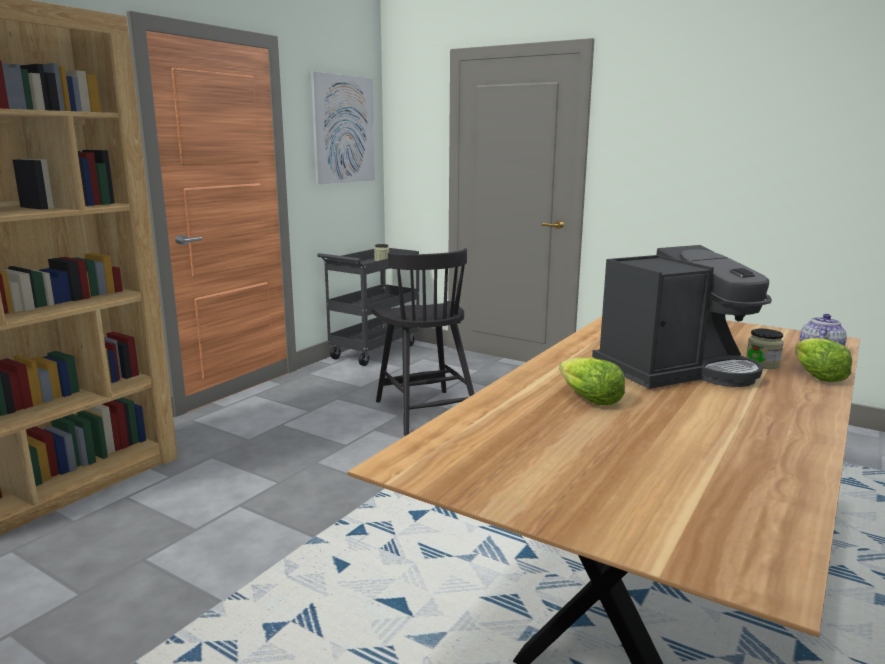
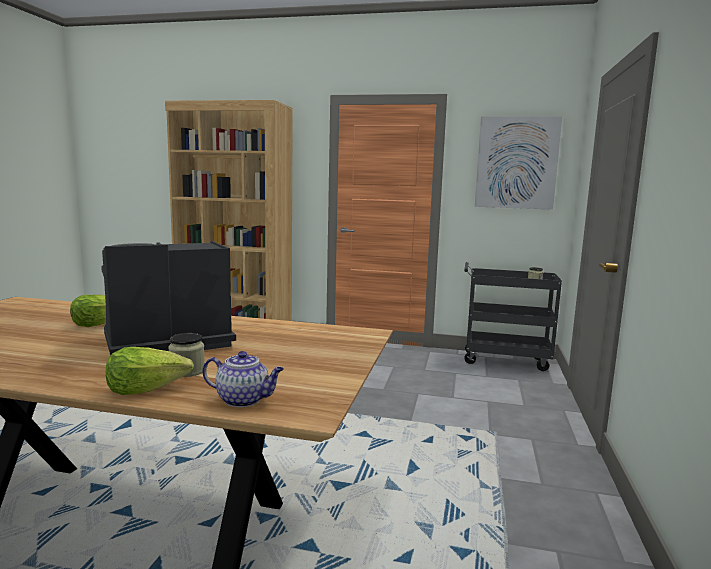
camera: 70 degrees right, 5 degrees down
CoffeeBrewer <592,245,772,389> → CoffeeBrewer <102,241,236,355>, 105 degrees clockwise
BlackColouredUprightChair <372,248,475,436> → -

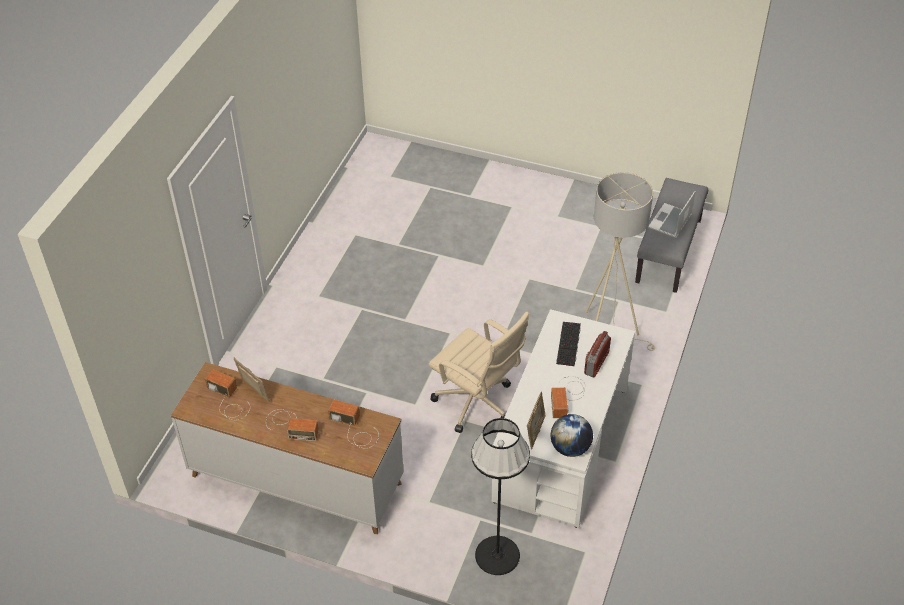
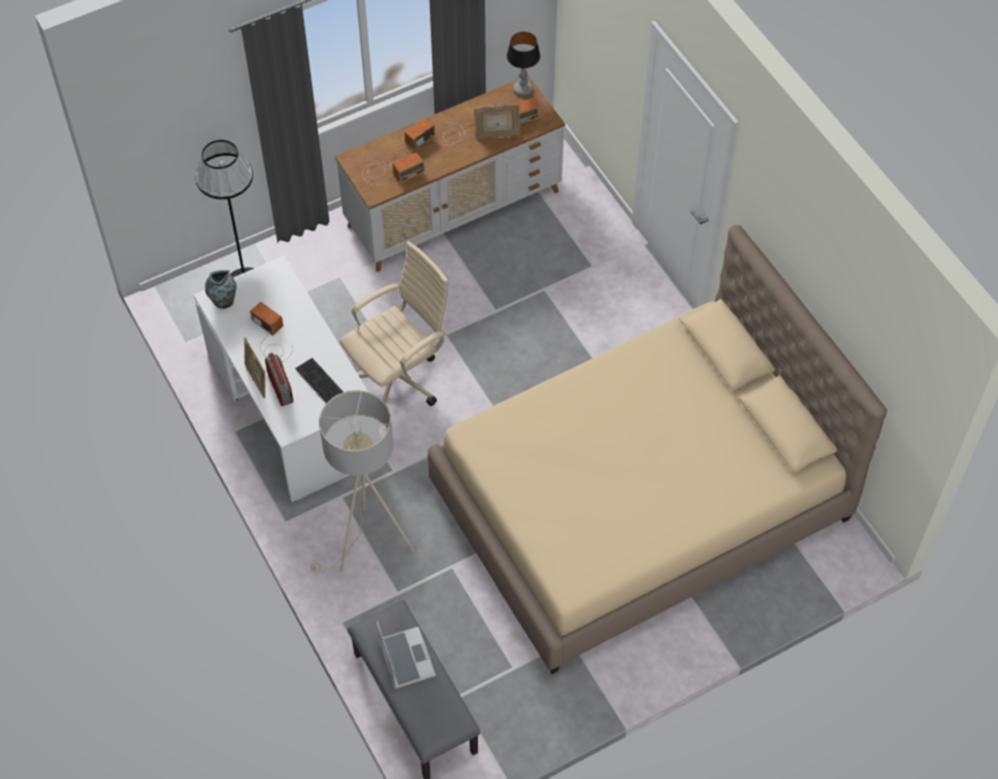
camera: 130 degrees right, 10 degrees up
Globe <551,414,593,457> → FlowerVase <205,270,236,309>
StandingFrame <527,391,546,449> → StandingFrame <244,338,265,399>, shifted
SandColouredOfficeChair <429,312,529,433> → SandColouredOfficeChair <340,241,449,406>, 150 degrees clockwise
- → SandColouredBedroomBed <428,225,887,674>
- → TabletopLamp <507,32,540,96>

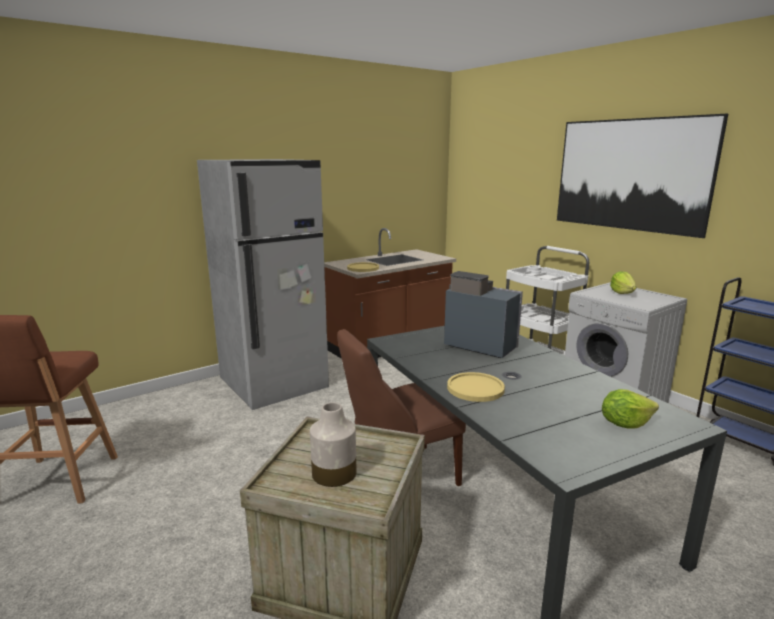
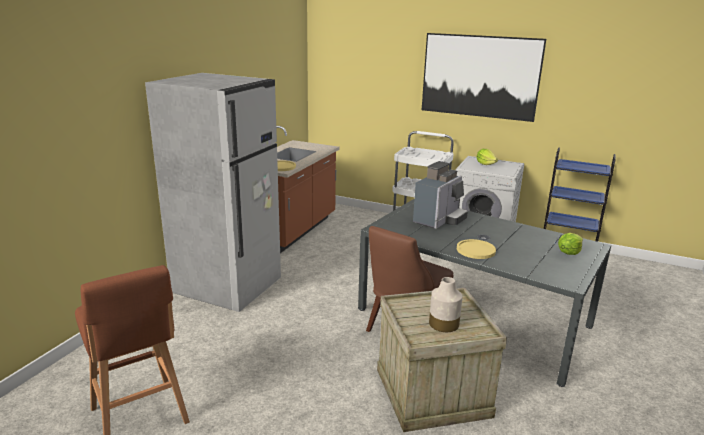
camera: 30 degrees left, 5 degrees up
CoffeeBrewer <444,271,523,358> → CoffeeBrewer <413,161,468,229>, 120 degrees clockwise

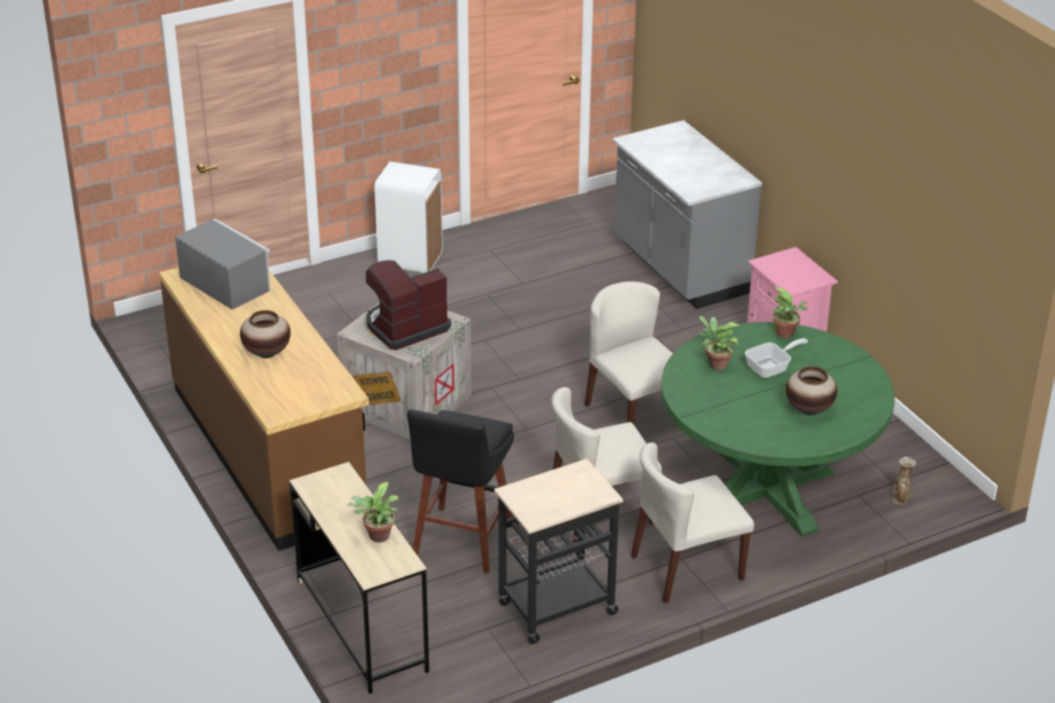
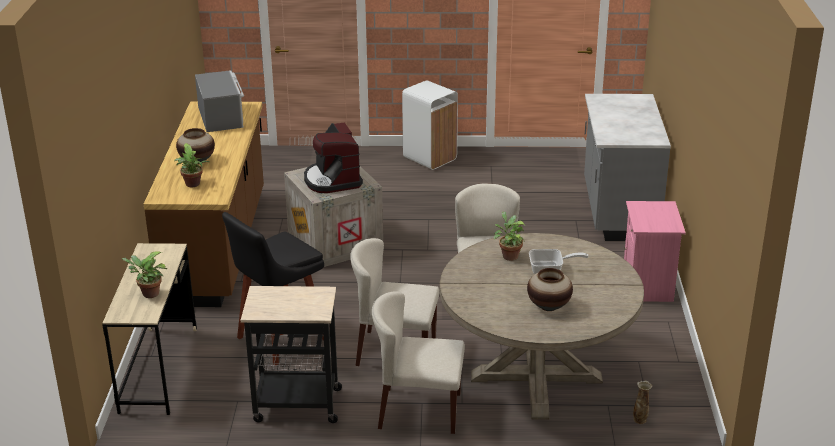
camera: 30 degrees right, 5 degrees down
PlantInAPot <772,287,808,338> → PlantInAPot <174,143,209,187>, shifted
CoffeeBrewer <366,260,451,350> → CoffeeBrewer <304,122,363,193>, 105 degrees counterclockwise
GreenishKitchenTable <661,322,895,537> → SandColouredKitchenTable <440,233,644,420>

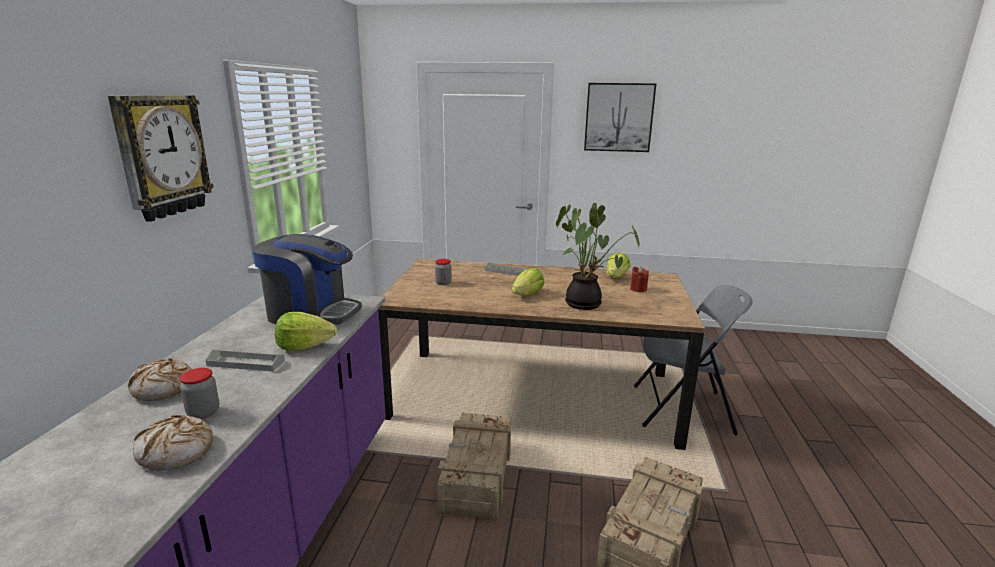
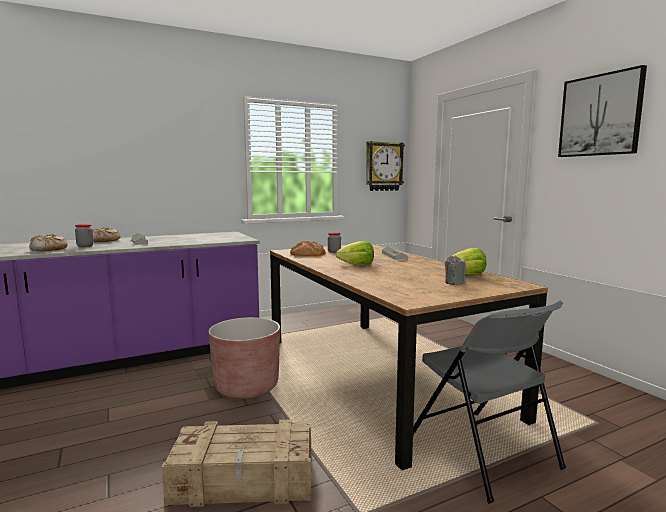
camera: 55 degrees right, 10 degrees down
ShippingCrate <437,413,511,522> → BrownPlanter <208,317,280,399>
- → BakedBread <290,241,325,256>
WallClock <108,95,214,222> → WallClock <366,141,405,191>, shifted
ReddishWaxLight <630,267,649,292> → GrayWaxLight <445,256,466,285>
CoffeeBrewer <252,234,362,325> → -
LettuceHead <275,312,337,350> → -
PlantInAPot <556,203,640,310> → -

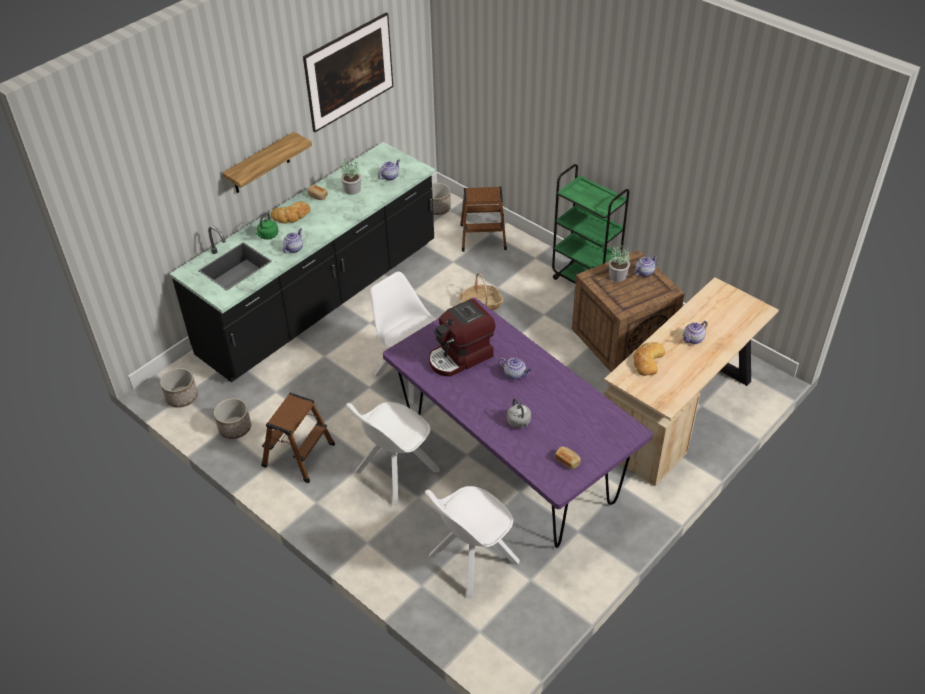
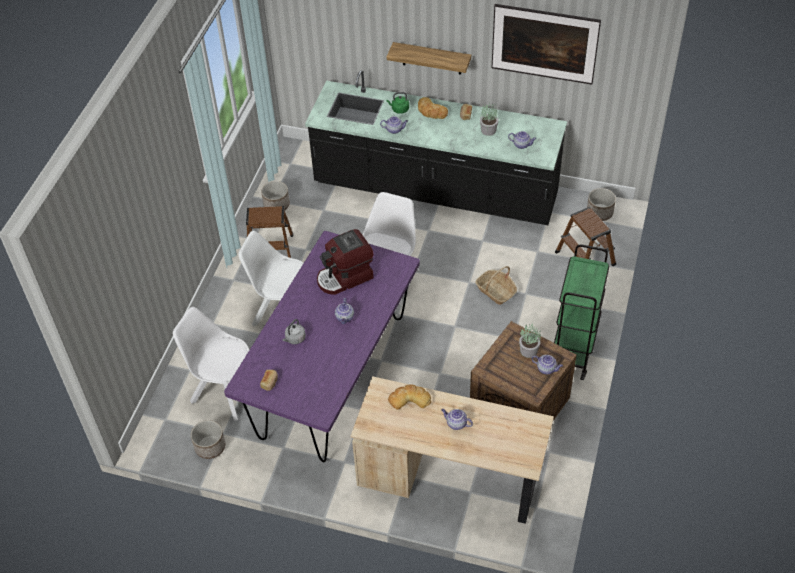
camera: 65 degrees right, 5 degrees up
Planter <160,368,198,408> → Planter <191,420,225,459>, shifted
CoffeeBrewer <429,299,495,376> → CoffeeBrewer <317,229,374,295>, 60 degrees counterclockwise

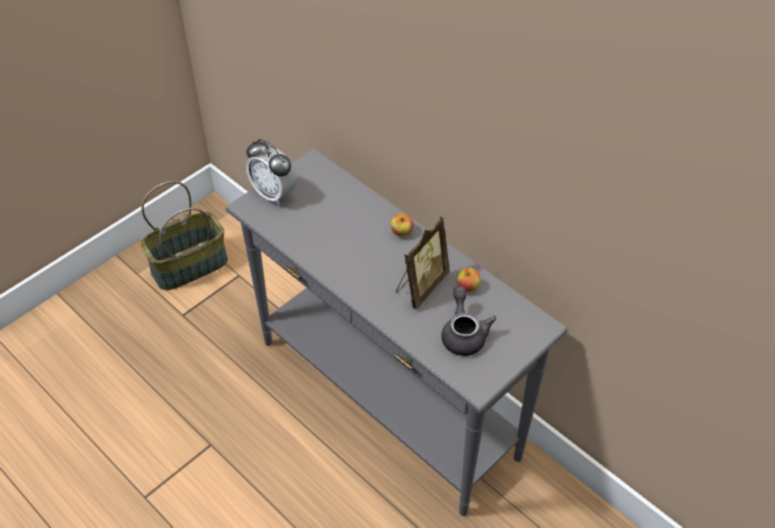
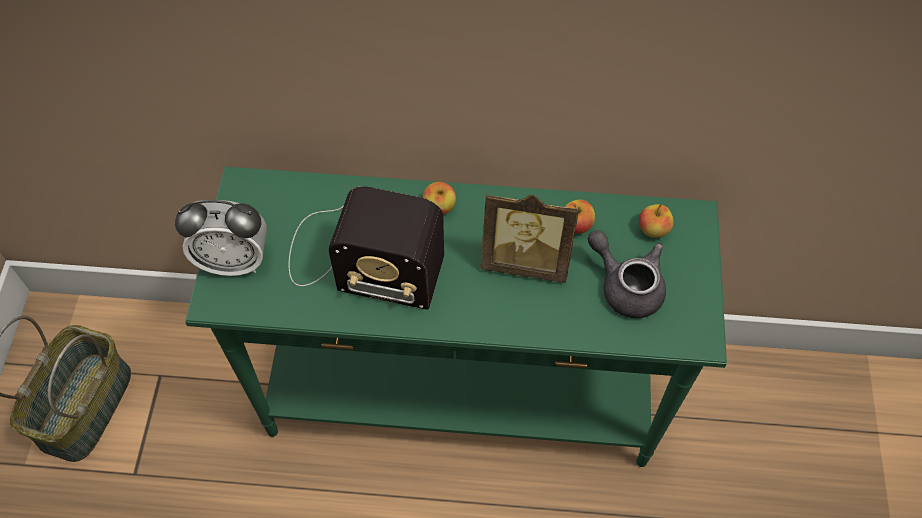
camera: 40 degrees left, 10 degrees up
GrayConsoleTable <225,149,568,516> → GreenishConsoleTable <185,167,727,467>
- → RadioSet <289,186,444,310>
StandingFrame <396,217,450,310> → StandingFrame <480,192,579,283>, 105 degrees clockwise
- → WholeApple <639,204,674,238>

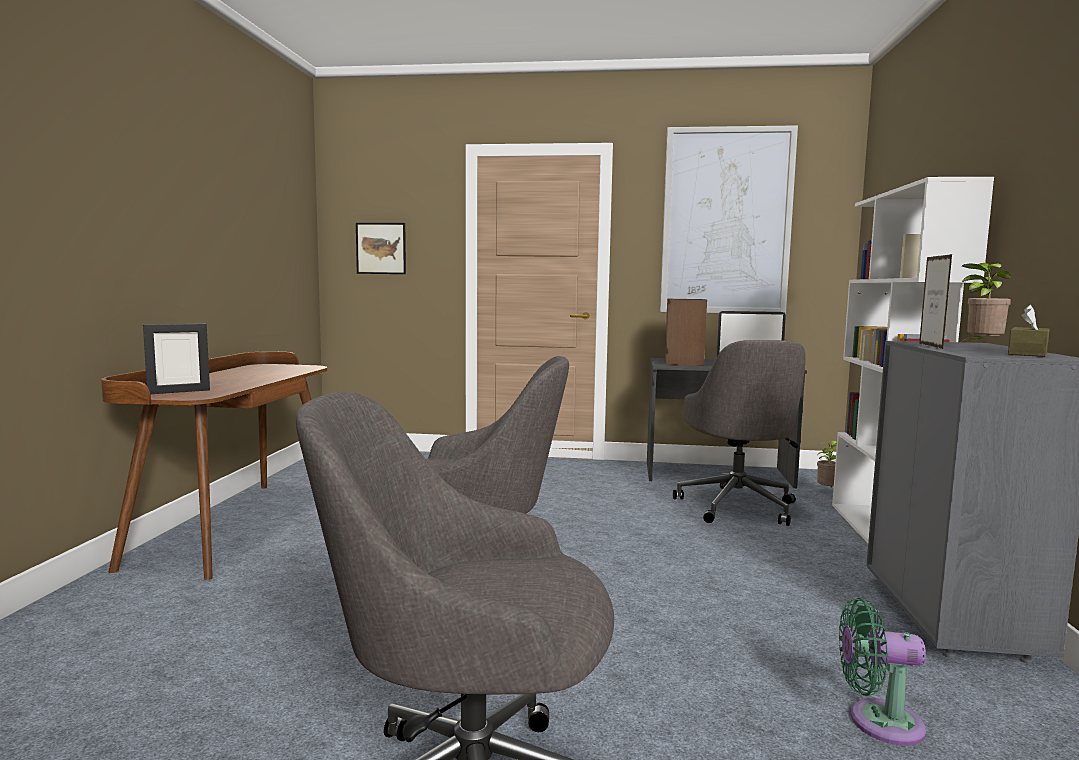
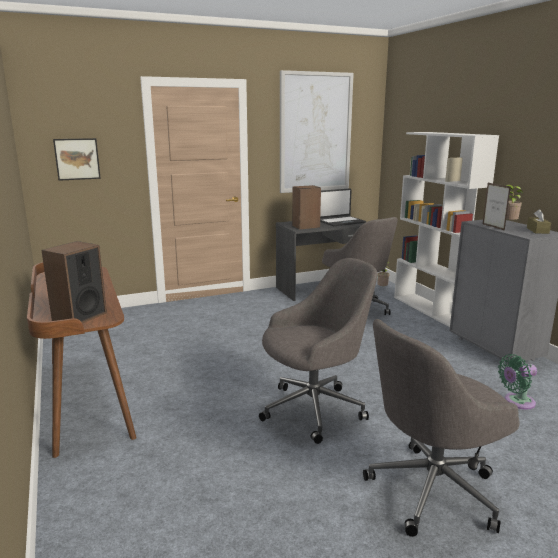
camera: 30 degrees left, 10 degrees up
StandingFrame <143,324,210,394> → AudioSpeaker <41,241,107,323>

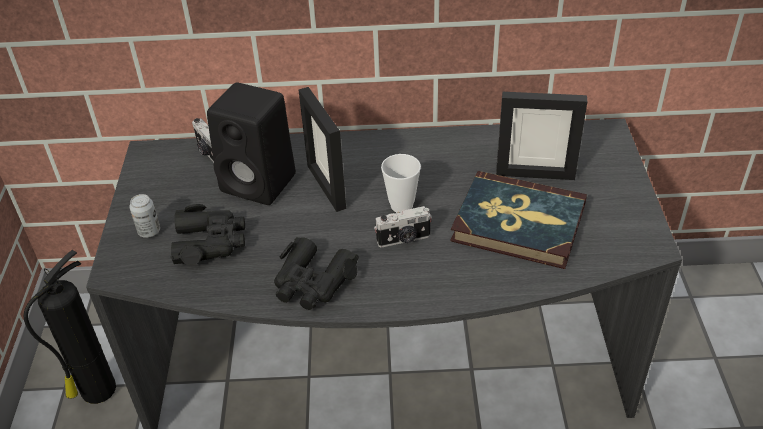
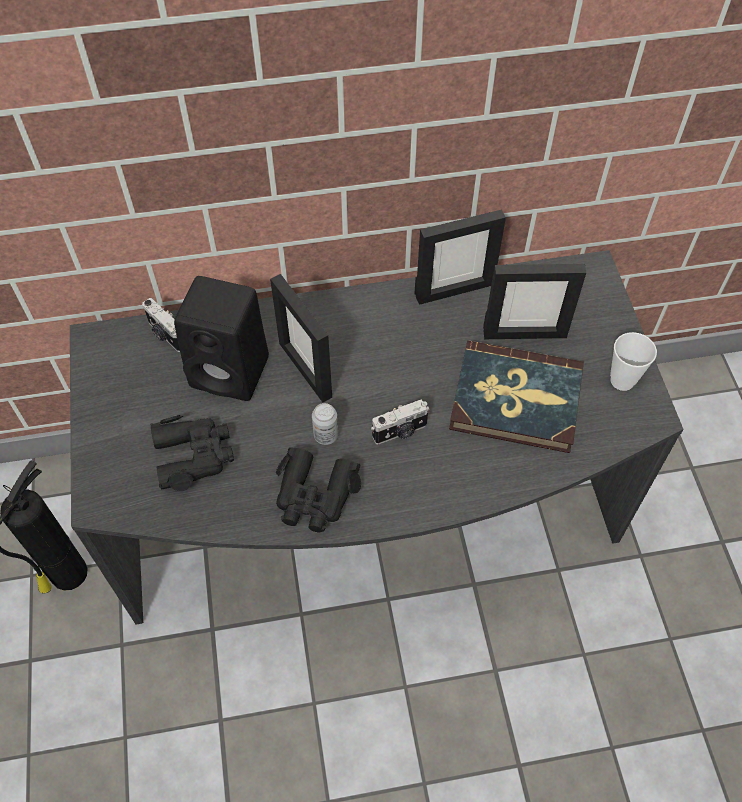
camera: 10 degrees left, 15 degrees up
SealedCan <129,194,160,238> → SealedCan <312,403,338,445>, shifted
- → StandingFrame <414,210,506,305>
DrinkingCup <381,154,421,212> → DrinkingCup <610,332,657,391>, shifted

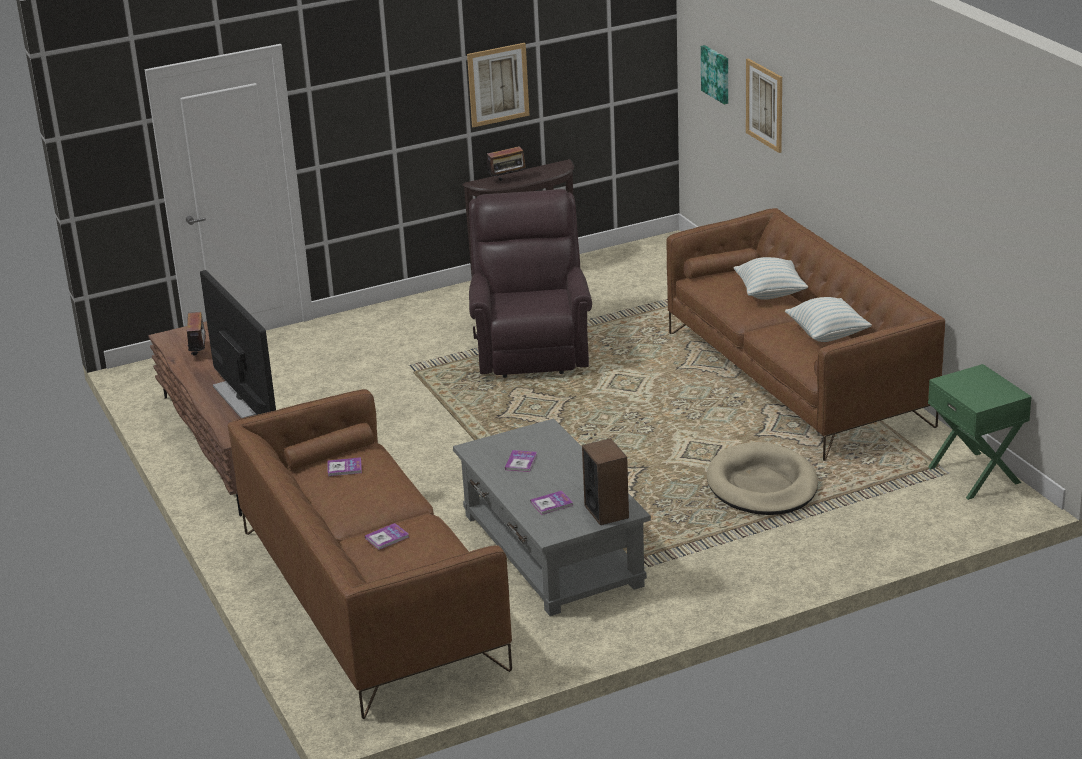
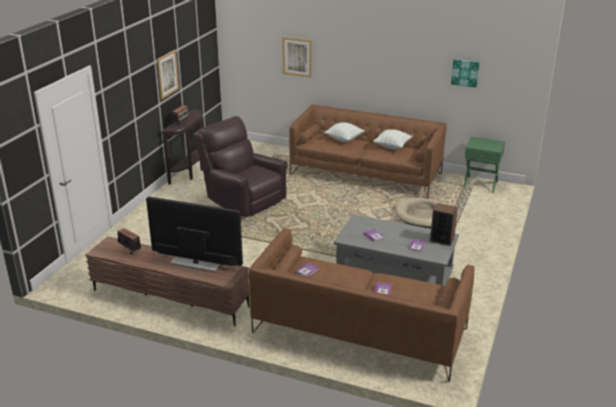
camera: 45 degrees left, 0 degrees up
Picture <701,45,728,104> → Picture <451,59,479,88>, shifted

